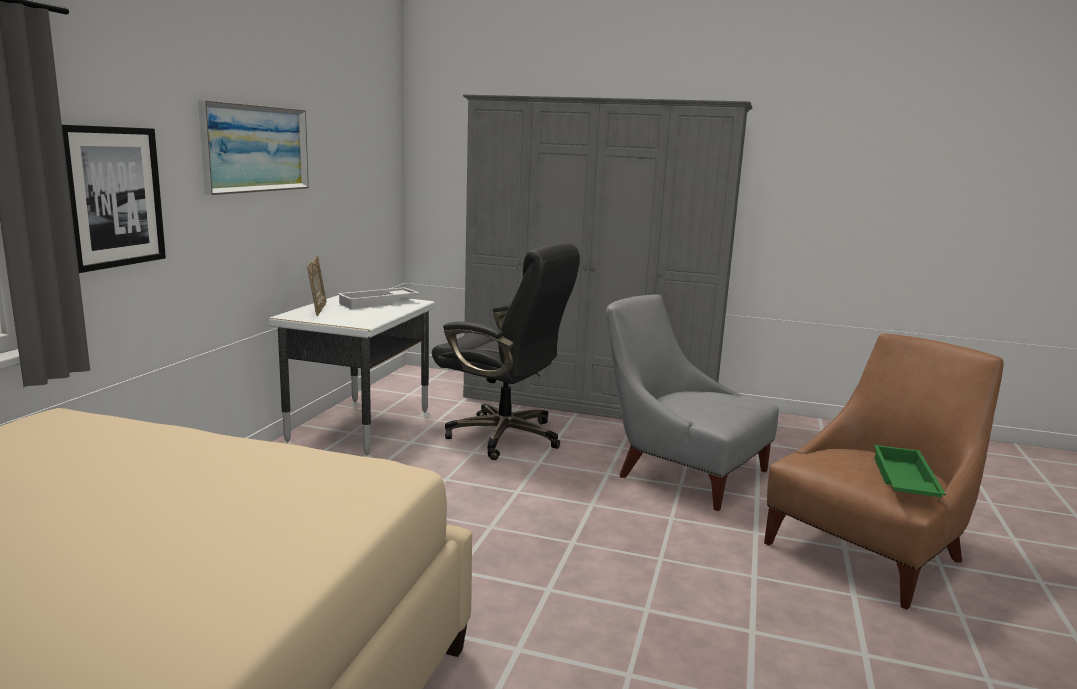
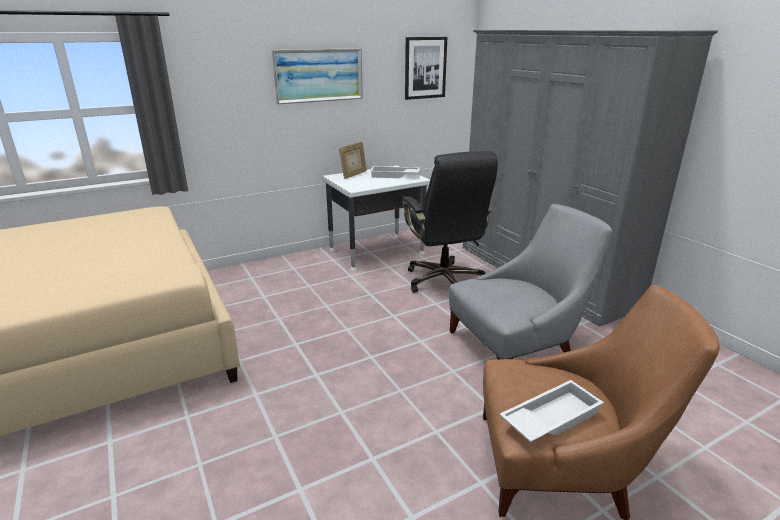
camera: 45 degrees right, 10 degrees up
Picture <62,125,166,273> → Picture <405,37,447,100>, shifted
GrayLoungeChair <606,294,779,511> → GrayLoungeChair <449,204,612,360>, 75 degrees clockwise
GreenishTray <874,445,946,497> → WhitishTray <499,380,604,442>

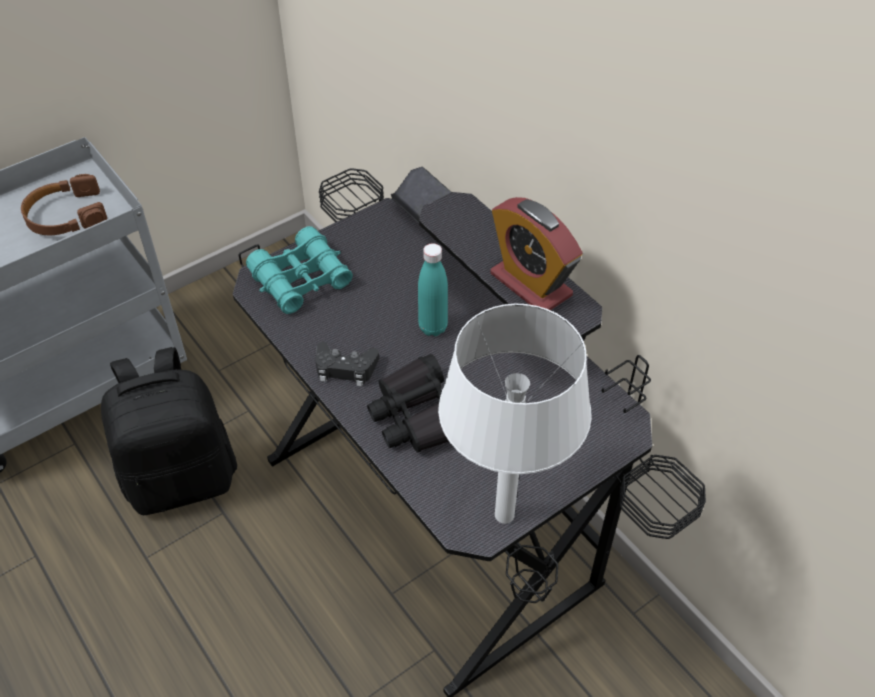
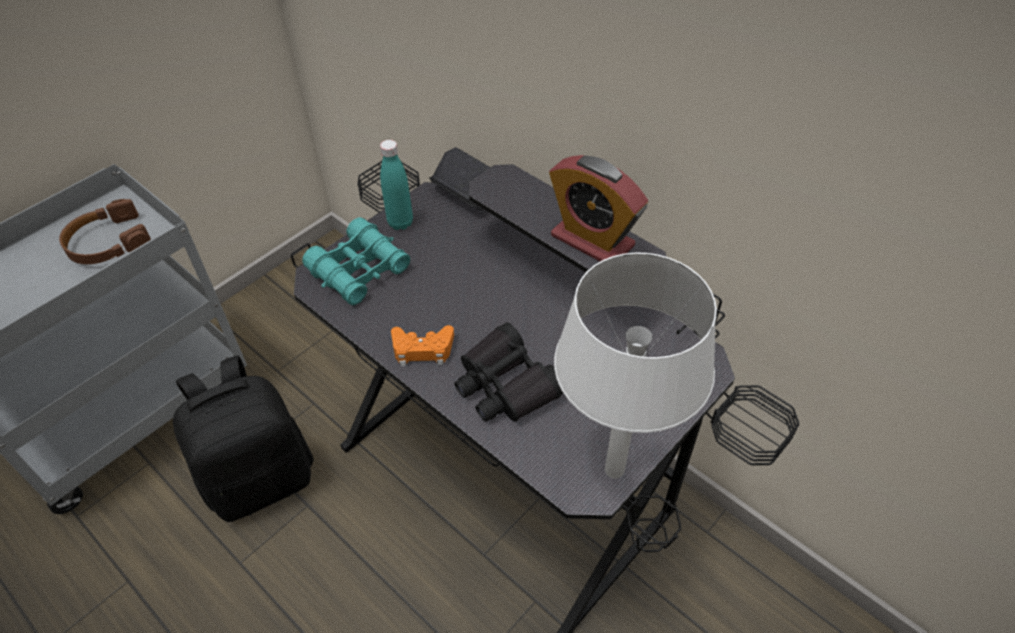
camera: 10 degrees left, 0 degrees up
TurquoiseColouredBottle <418,243,448,336> → TurquoiseColouredBottle <380,140,413,230>, shifted
BlackColouredGameController <315,342,379,386> → OrangeColouredGameController <391,325,454,366>

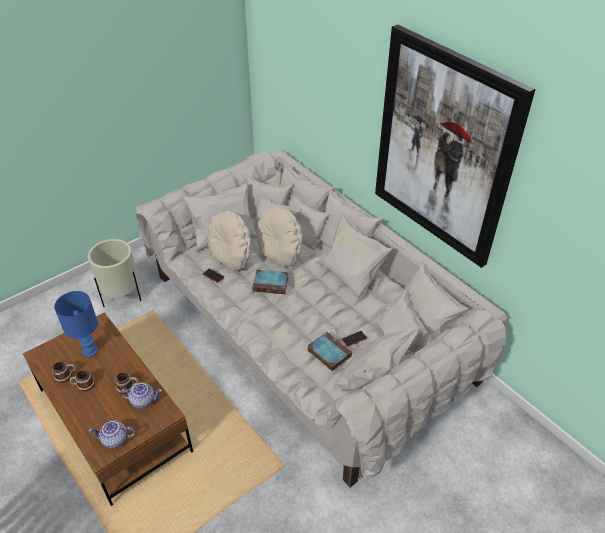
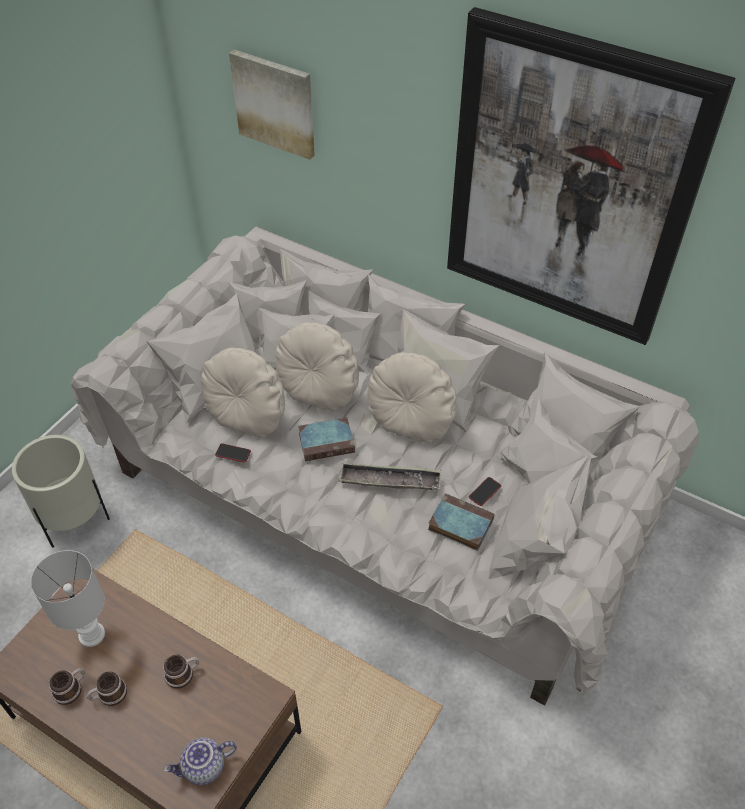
camera: 20 degrees left, 5 degrees up
BlueTabletopLamp <54,291,98,357> → WhitishTabletopLamp <31,550,105,647>
- → Picture <229,50,315,160>
- → Tray <338,462,441,490>
- → SandColouredPillow <367,352,457,443>
Teapot <120,383,162,409> → -

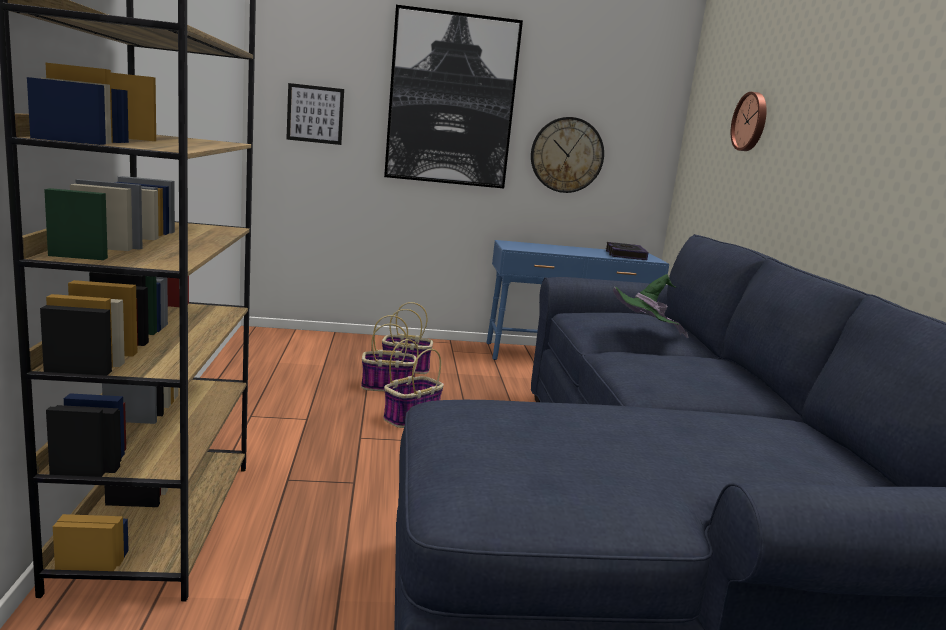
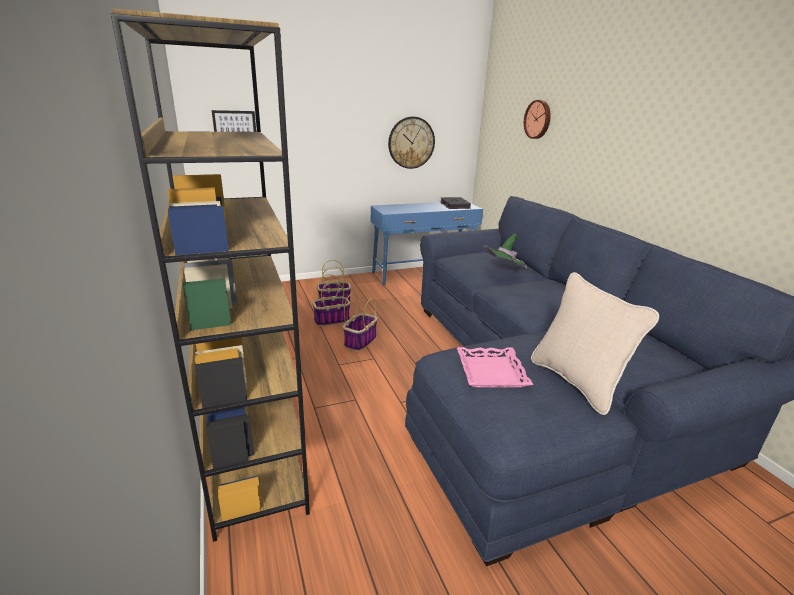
camera: 15 degrees left, 10 degrees up
- → PinkColouredTray <457,347,533,388>
- → SandColouredPillow <531,272,659,415>
Picture <384,5,523,189> → -

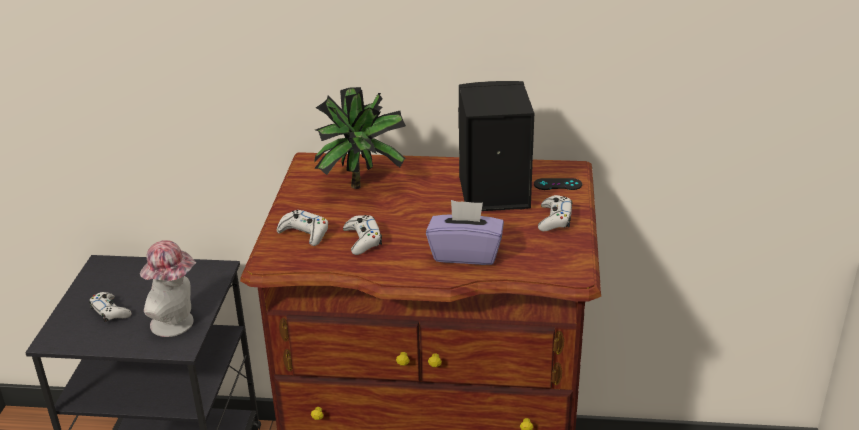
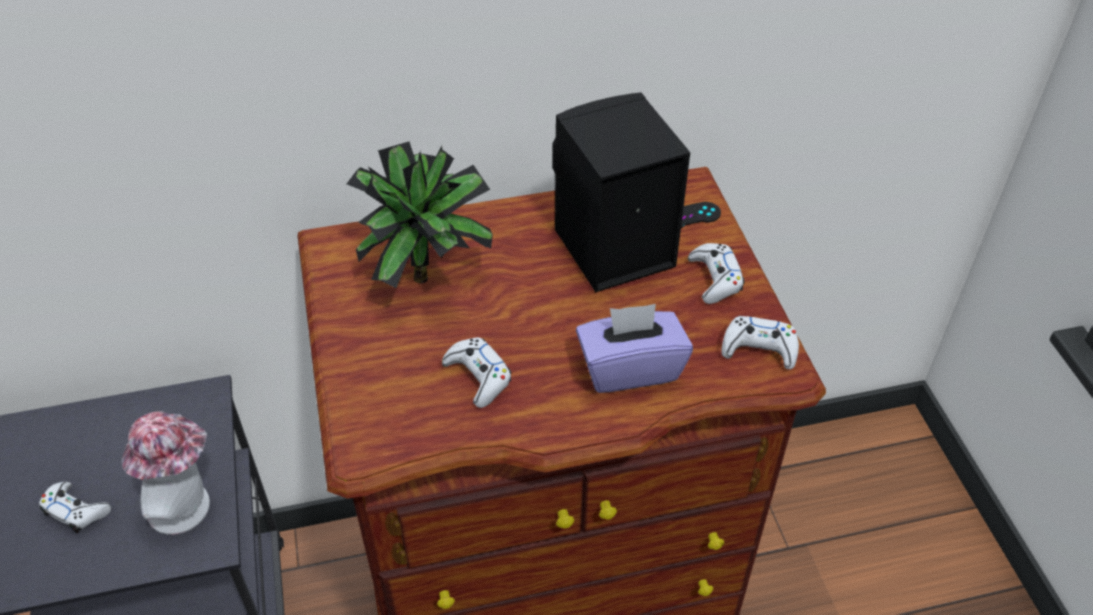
camera: 20 degrees left, 15 degrees up
WhitishGameController <277,210,328,246> → WhitishGameController <721,316,799,369>, shifted

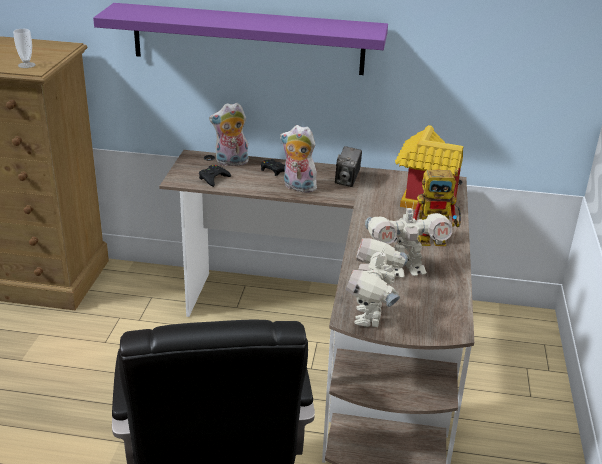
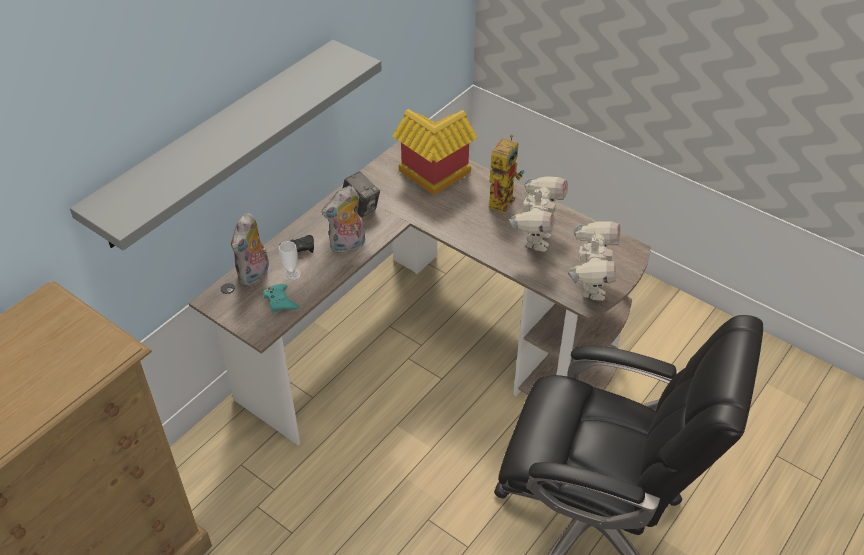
camera: 60 degrees left, 15 degrees up
PurpleWallShelf <93,3,388,75> → GrayWallShelf <70,40,382,250>
BlackColouredGameController <199,165,231,187> → TurquoiseColouredGameController <263,284,299,313>
DrinkingCup <13,29,36,68> → DrinkingCup <279,241,301,281>, shifted
ModelRobot <346,238,408,327> → ModelRobot <568,222,621,301>, 120 degrees counterclockwise

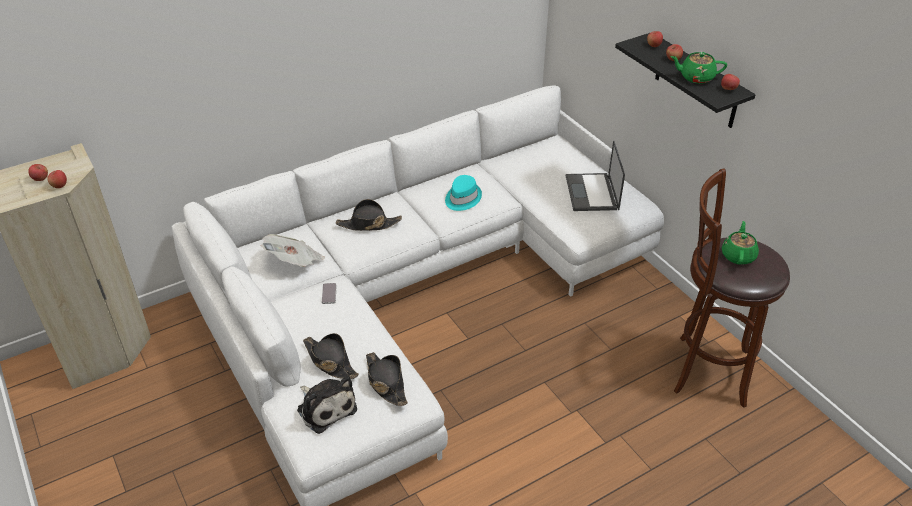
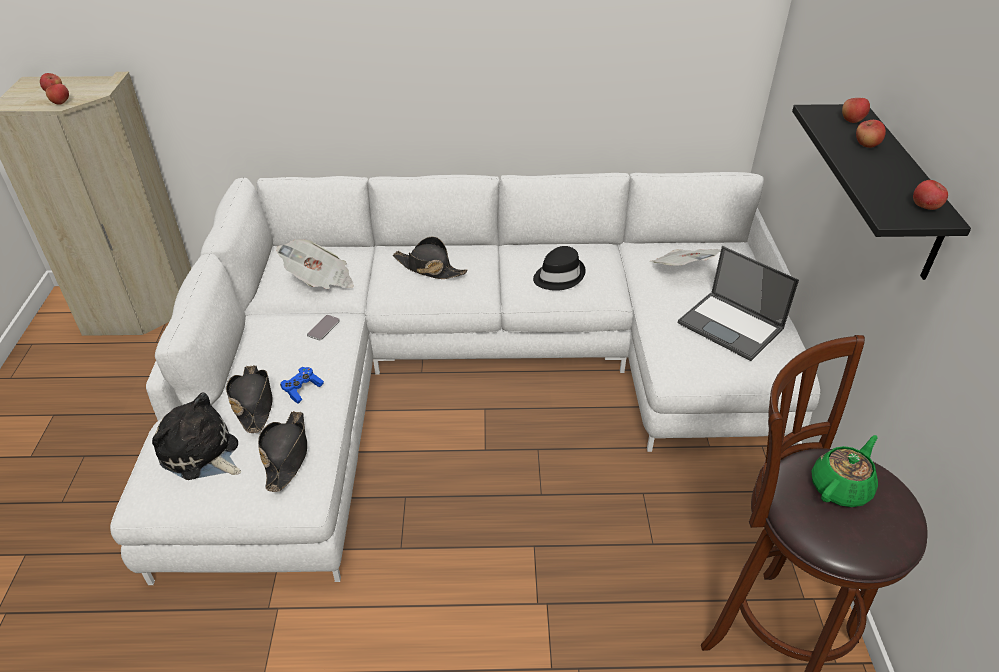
camera: 30 degrees right, 0 degrees up
PlushToy <297,376,357,434> → PlushToy <152,392,241,480>, 135 degrees clockwise
- → BlueGameController <280,367,324,403>
TurquoiseColouredHat <445,175,482,211> → BlackColouredHat <533,246,586,291>
- → Newspaper <652,249,721,266>
Laptop <566,140,625,211> → Laptop <678,246,799,361>, 75 degrees counterclockwise
GreenishTeapot <670,52,727,84> → -

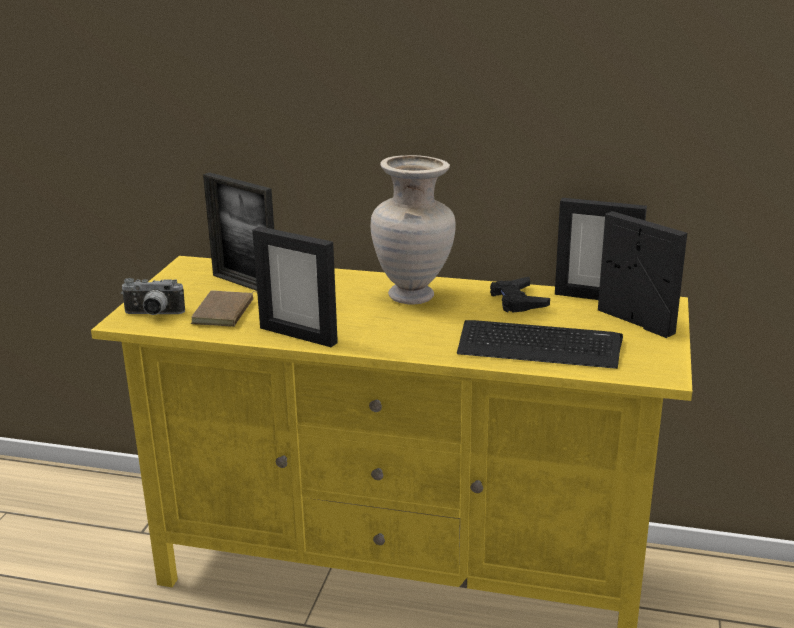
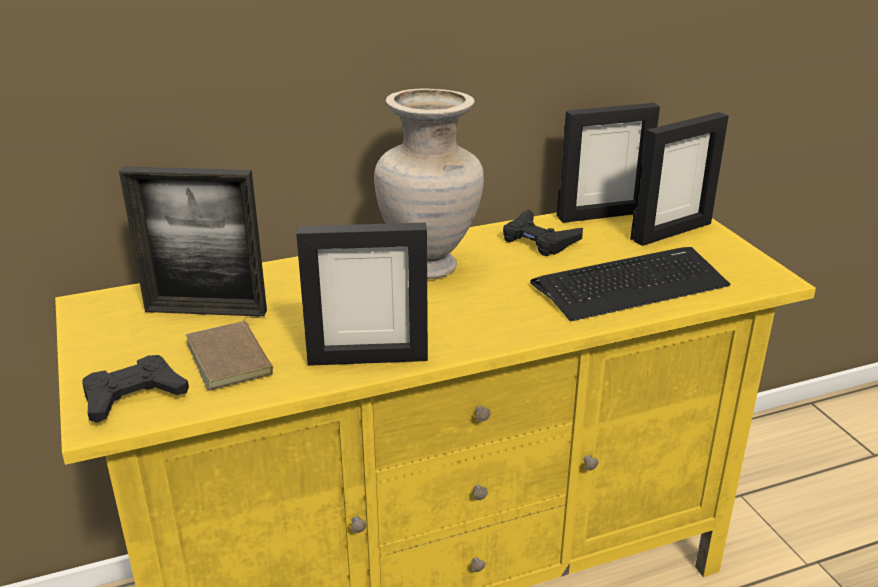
camera: 35 degrees left, 5 degrees up
PhotoCamera <121,278,185,315> → BlackColouredGameController <82,355,189,423>
StandingFrame <598,211,687,338> → StandingFrame <630,112,729,246>, 135 degrees clockwise

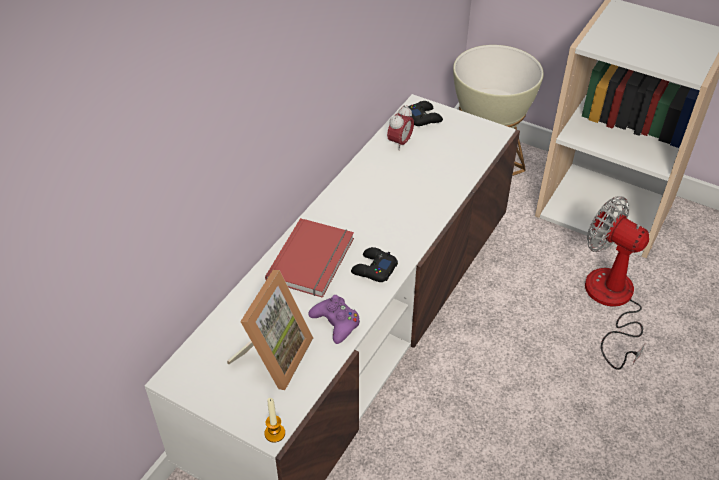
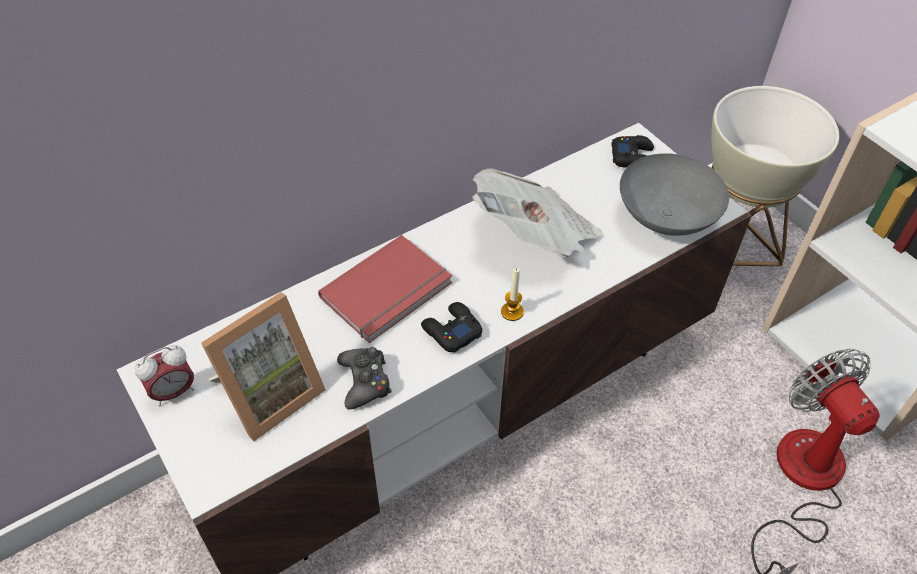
camera: 25 degrees right, 5 degrees up
TableClock <387,105,414,151> → TableClock <134,345,194,406>, shifted
PurpleGameController <308,295,360,344> → BlackColouredGameController <337,347,392,410>
- → Newspaper <472,168,602,257>
WaxLight <264,398,285,443> → WaxLight <501,267,524,321>, shifted
- → GrayServingBowl <620,153,729,236>

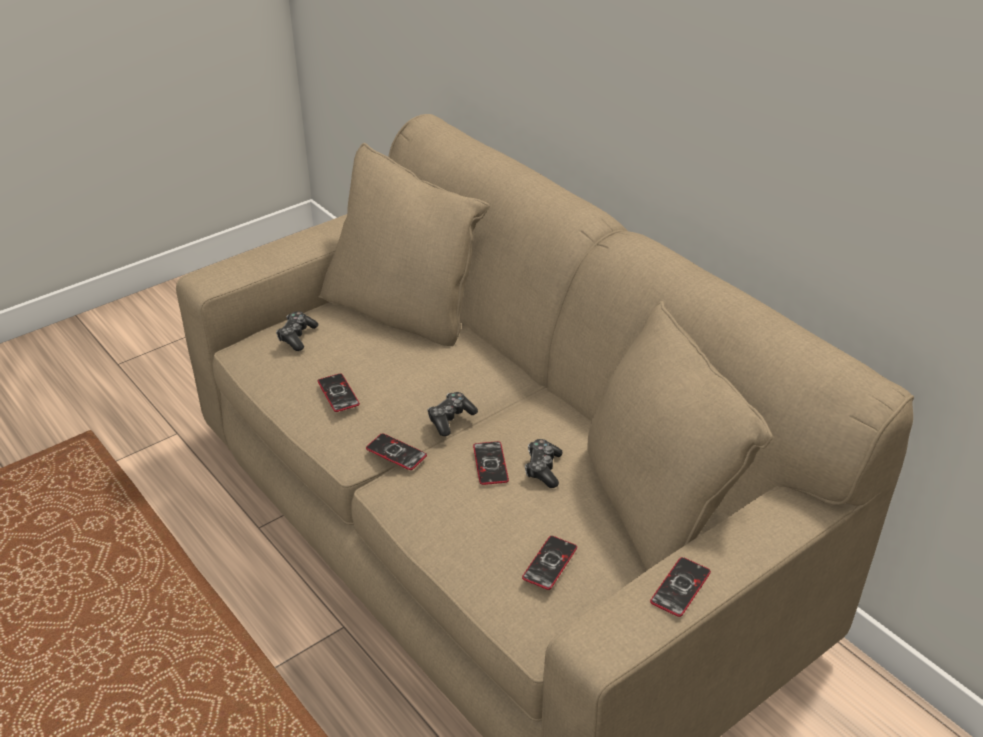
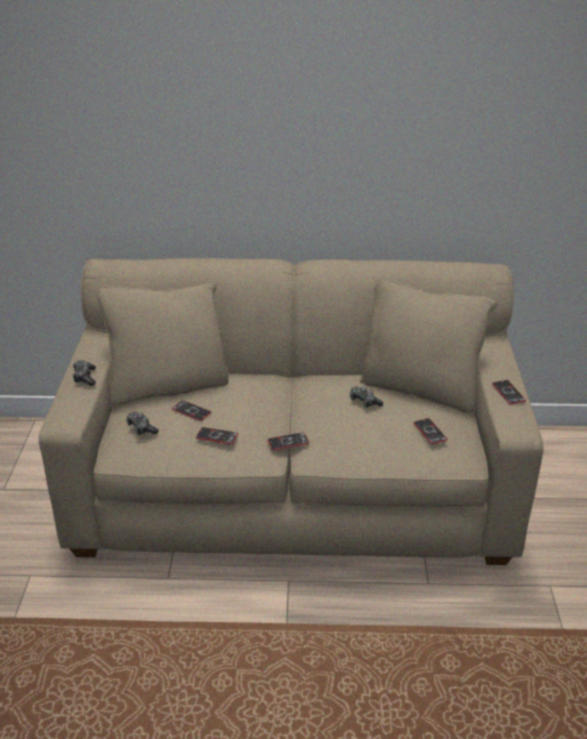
camera: 50 degrees left, 5 degrees down
GameController <427,392,478,436> → GameController <72,360,96,386>, shifted
Telephone <473,441,509,485> → Telephone <172,400,211,421>, shifted

